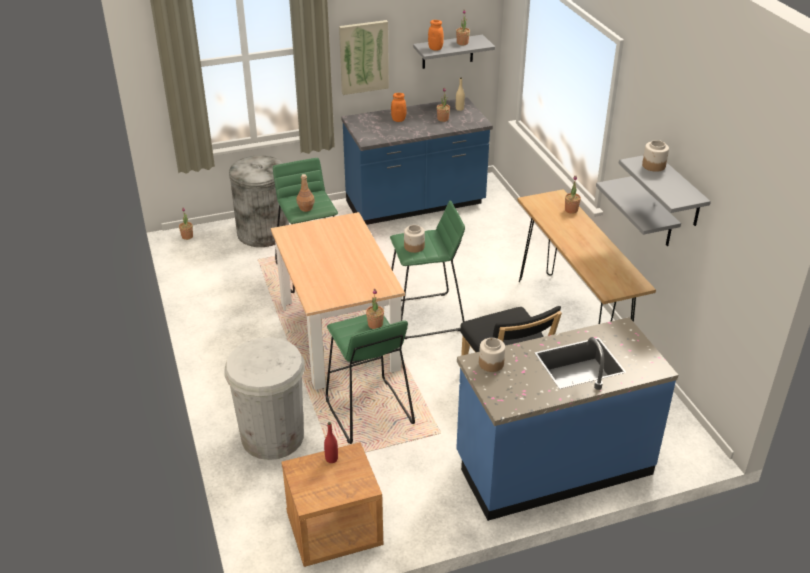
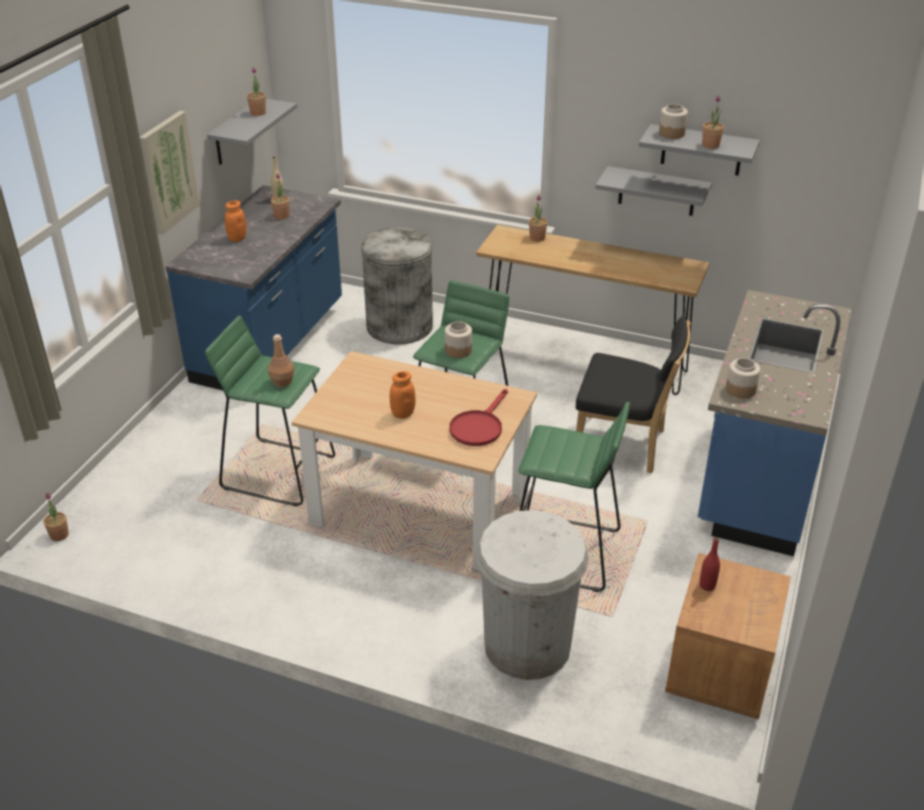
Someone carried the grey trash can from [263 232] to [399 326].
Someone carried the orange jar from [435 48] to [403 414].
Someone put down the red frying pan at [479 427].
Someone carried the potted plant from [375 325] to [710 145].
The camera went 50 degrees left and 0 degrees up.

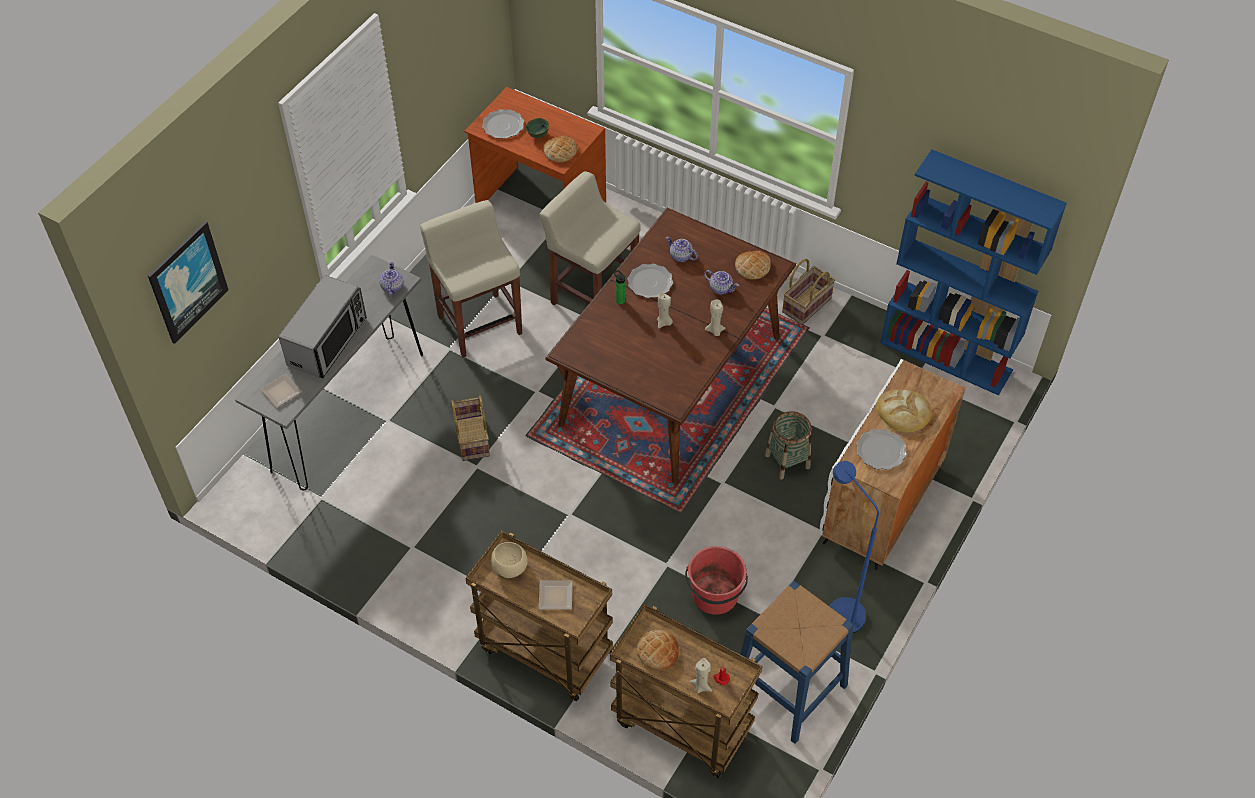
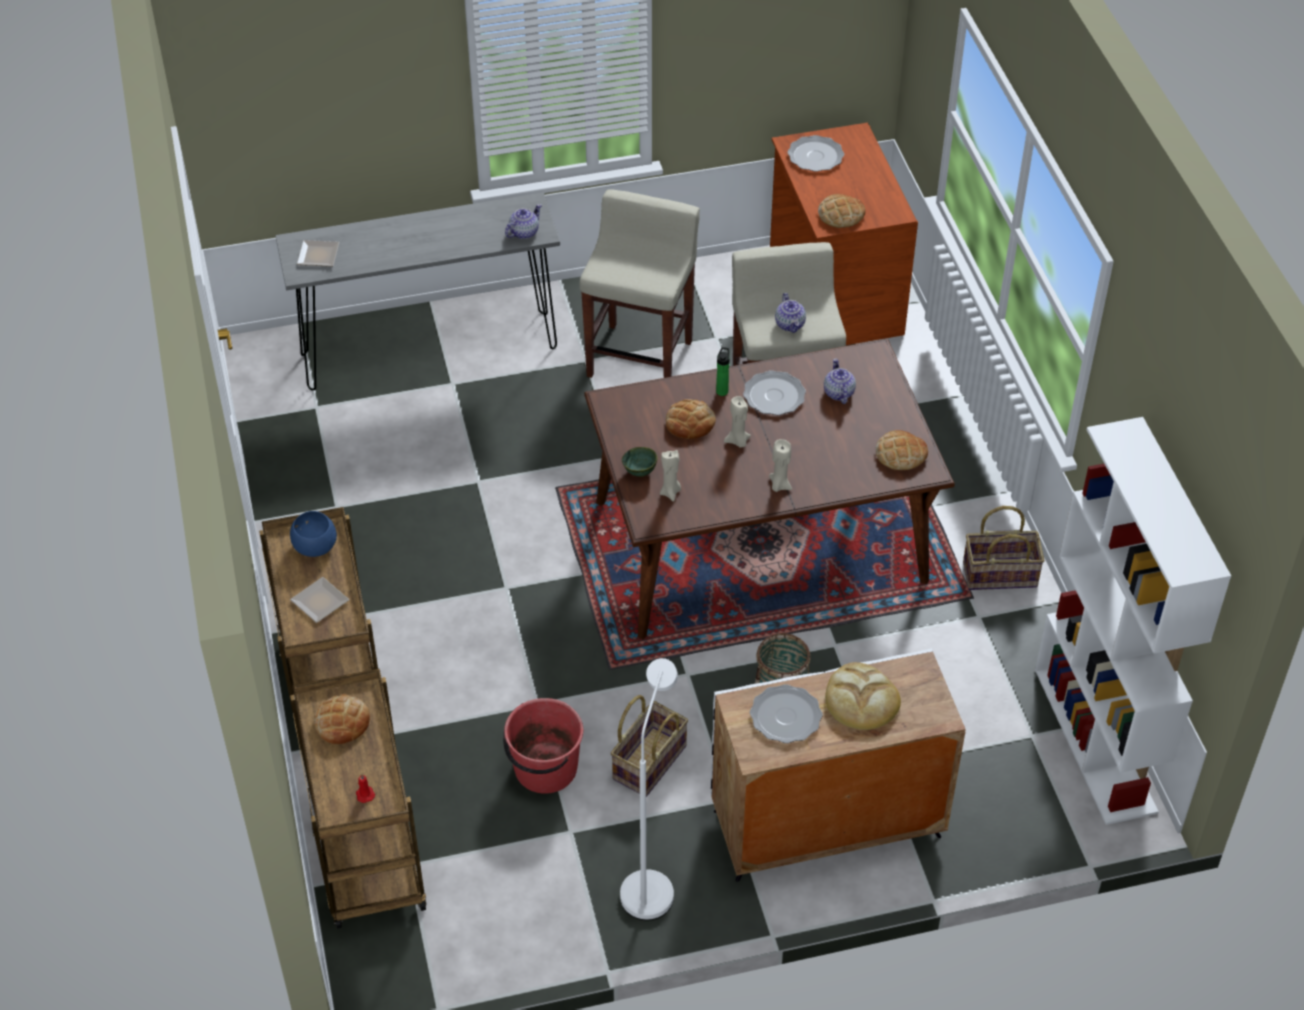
Someone repainted the beige bowl at [510 567], which became the blue bowl at [315 547].
Someone carried the basket from [471 438] to [648 761].
Someone repainted the blue floor lamp at [839 608], which became the white floor lamp at [650 884].
Someone carried the green bowl from [538 135] to [639 472].
Someone carried the beige candle from [701 686] to [670 492].
Someone put down the bread at [690 423].
Someone carried the teapot from [721 288] to [790 324].
Someone repainted the blue bookcase at [946 356], which became the white bookcase at [1096 740].
Someone took away the picture at [187 281].
Someone took away the microwave at [328 341].
Someone took away the blue stool at [788 688].
The camera went 45 degrees right and 5 degrees down.

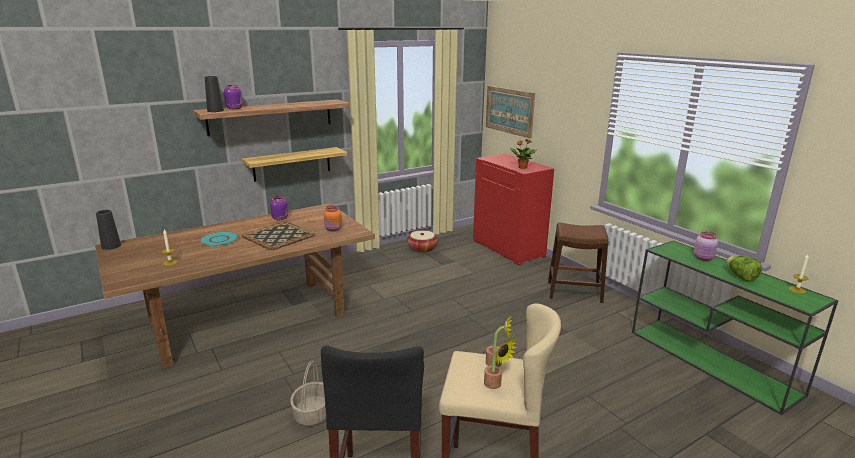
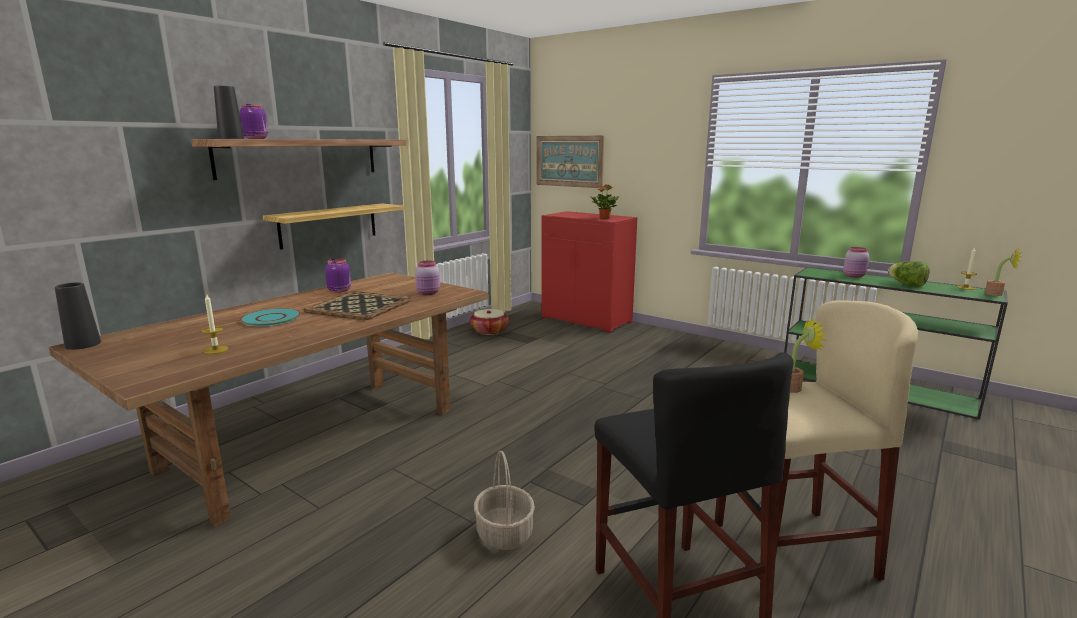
Someone repainted the orange jar at [333 229], which became the pink jar at [429 293].
Someone carried the potted plant from [495 385] to [997 294].
Someone took away the brown stool at [574 292].
The camera went 20 degrees left and 5 degrees down.

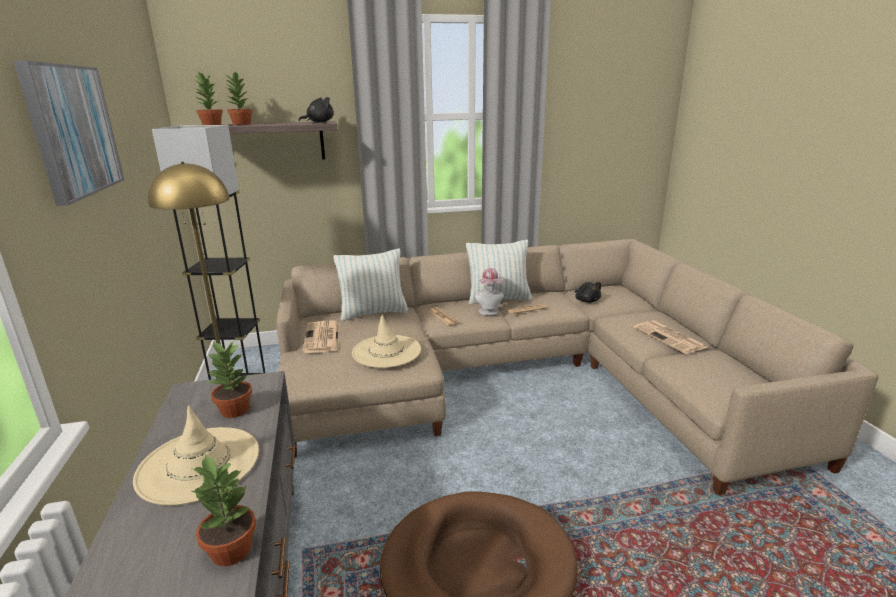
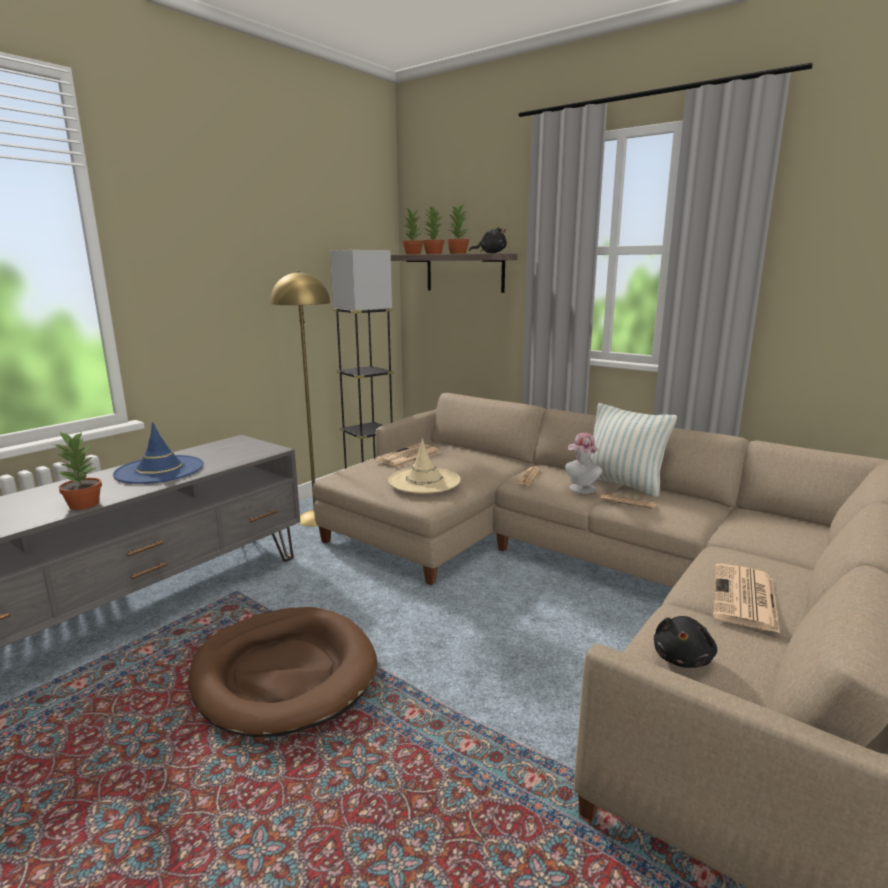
Someone repainted the beige hat at [199 464], which became the blue hat at [159 470].
Someone carried the potted plant from [235 410] to [457 253].
Someone carried the black plush toy from [587 300] to [683 658].
Someone took away the picture at [73 130].
Someone took away the pillow at [373 313].
The camera went 50 degrees right and 5 degrees down.

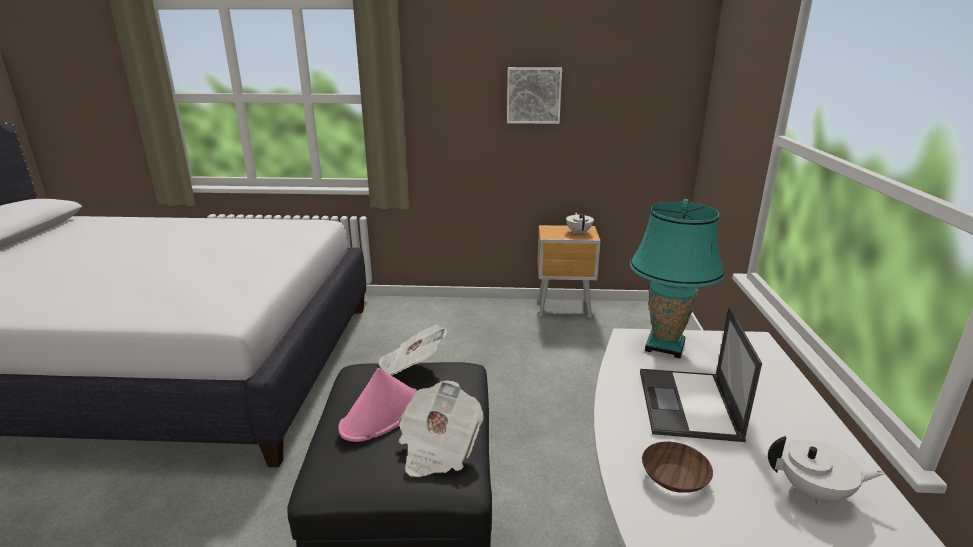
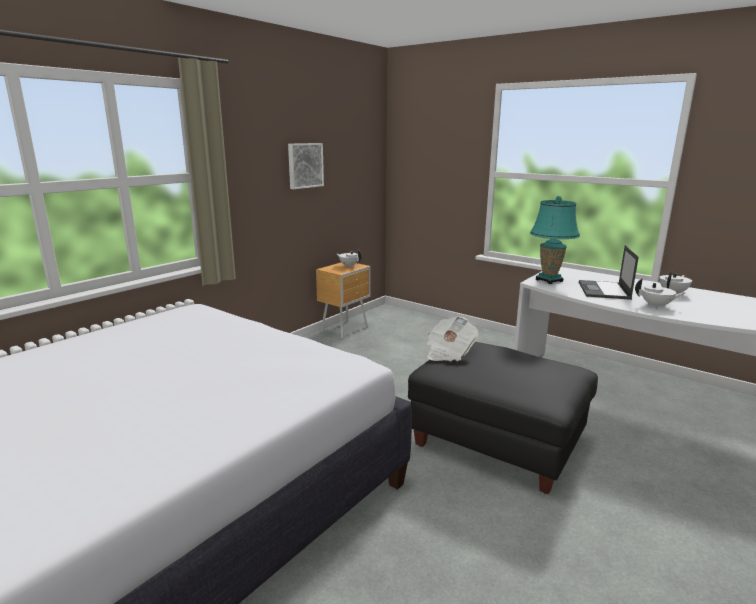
Someone rotated the laptop at [689 405] by 60 degrees clockwise.
Someone swapped the brown bowl at [674 479] for the white teapot at [656 306].
Someone took away the pink hat at [381 414].
Someone took away the newspaper at [438 448].
The camera went 55 degrees left and 5 degrees down.

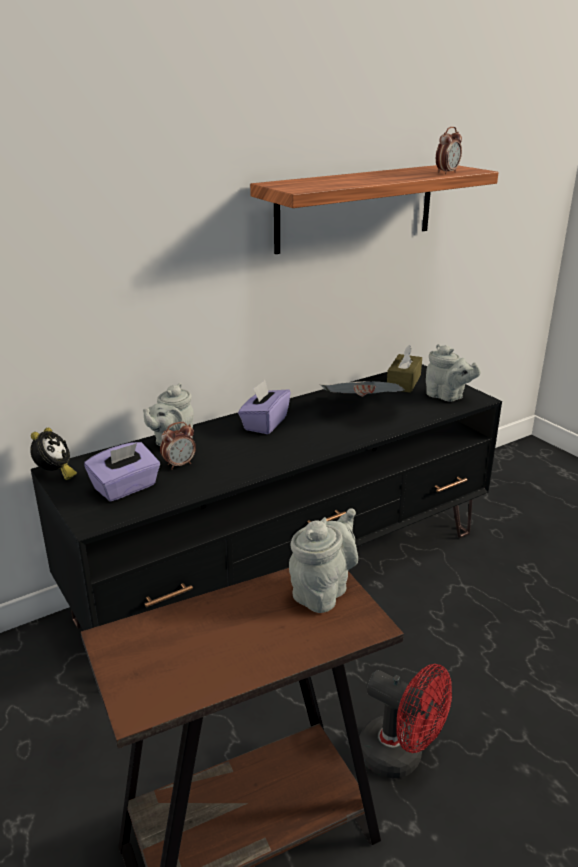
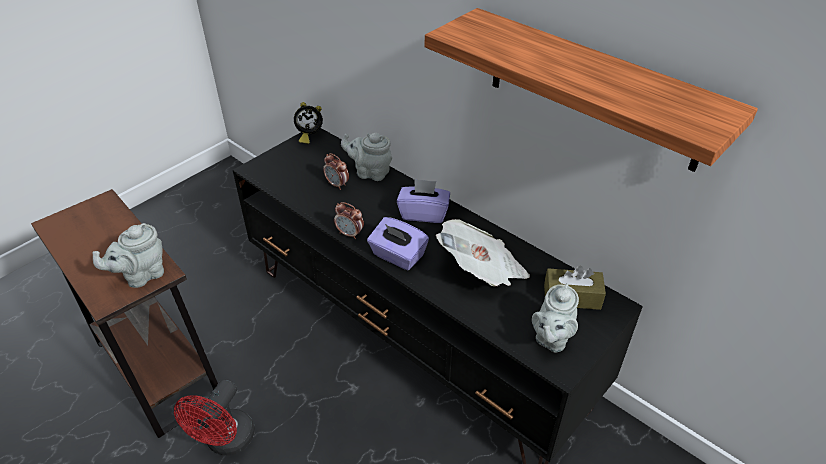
Someone rotated the grey teapot at [322 591] by 120 degrees clockwise.
Someone carried the alarm clock from [447 173] to [350 234].
Someone carried the purple tissue box from [126 488] to [397 256].
The camera went 75 degrees right and 15 degrees up.

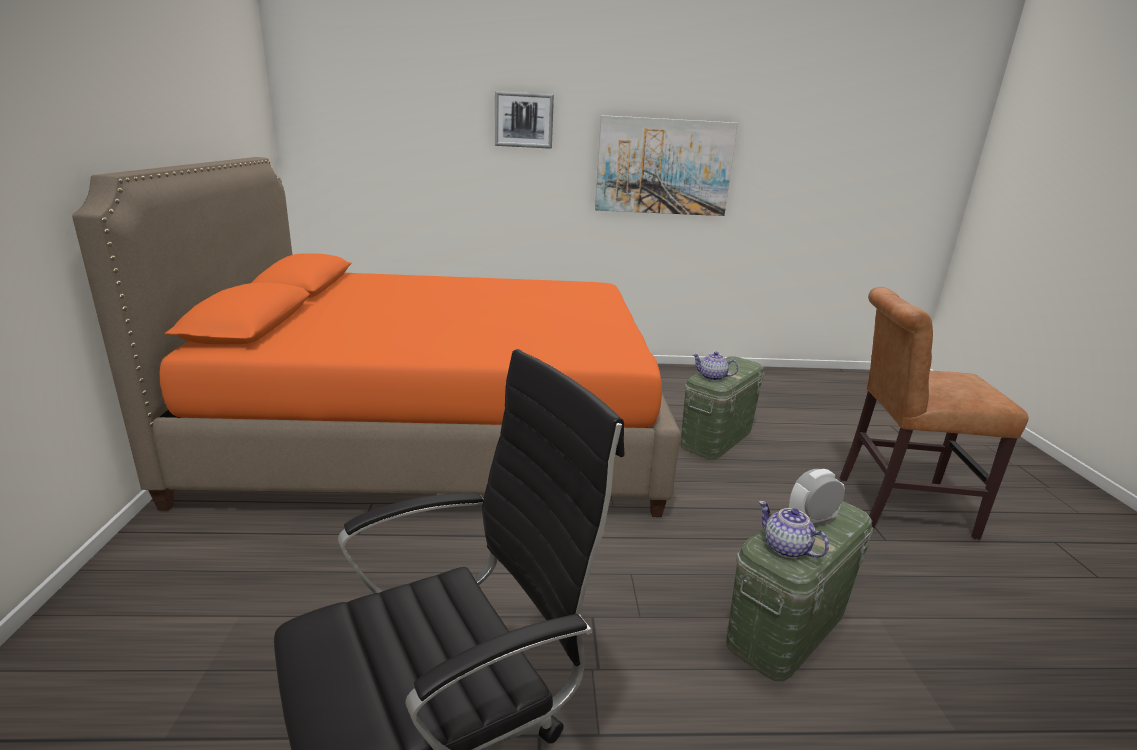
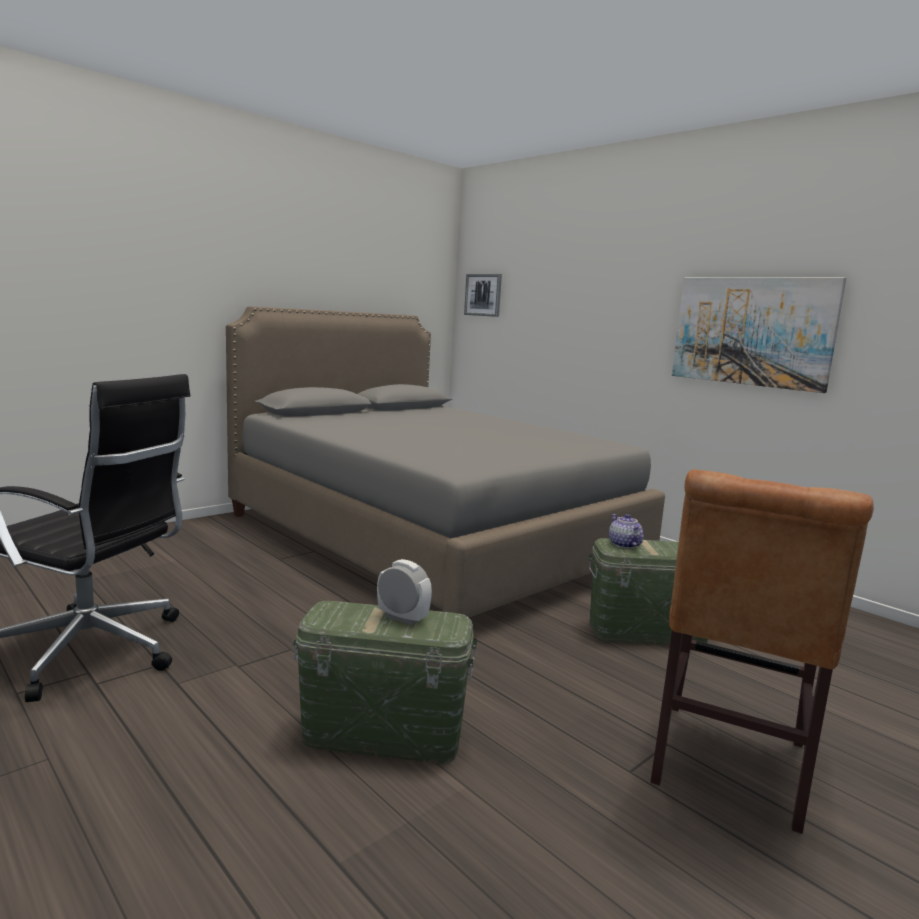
Someone repainted the orange bed at [441 431], which became the grey bed at [429 538].
Someone carried the picture from [523 120] to [483 295].
Someone rotated the brown chair at [896 505] by 120 degrees counterclockwise.
Someone took away the teapot at [786 548].
The camera went 50 degrees right and 10 degrees down.

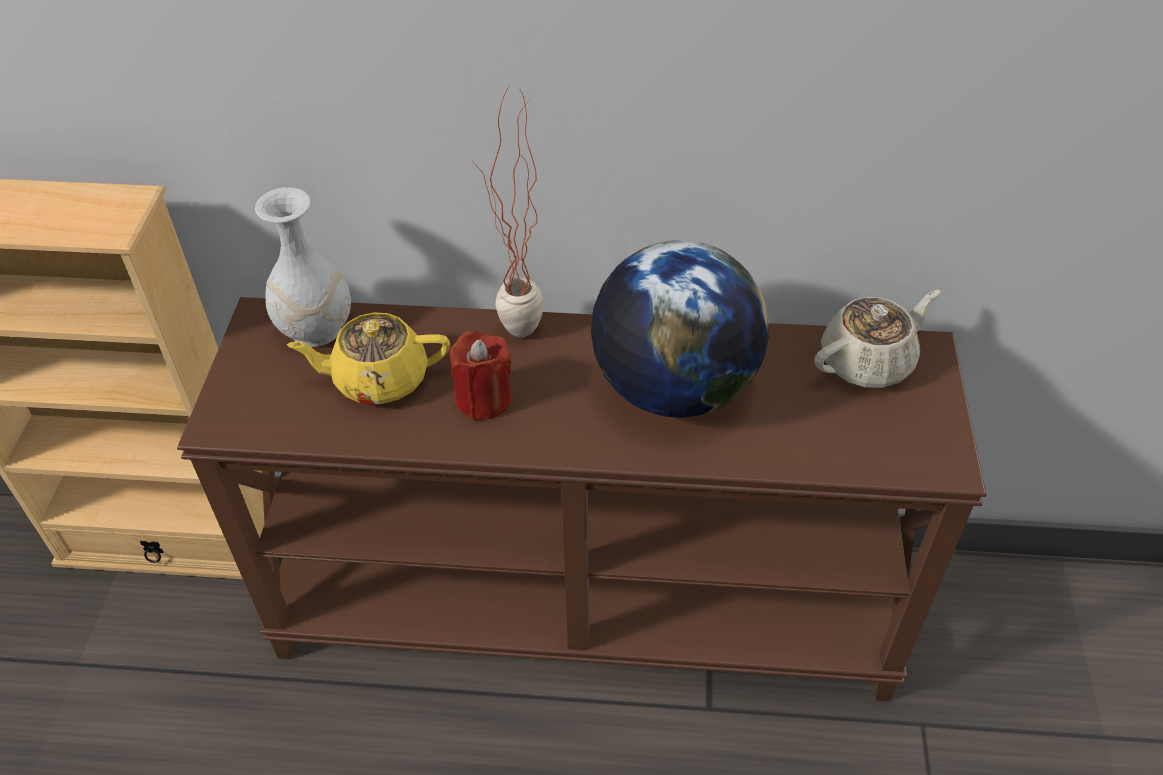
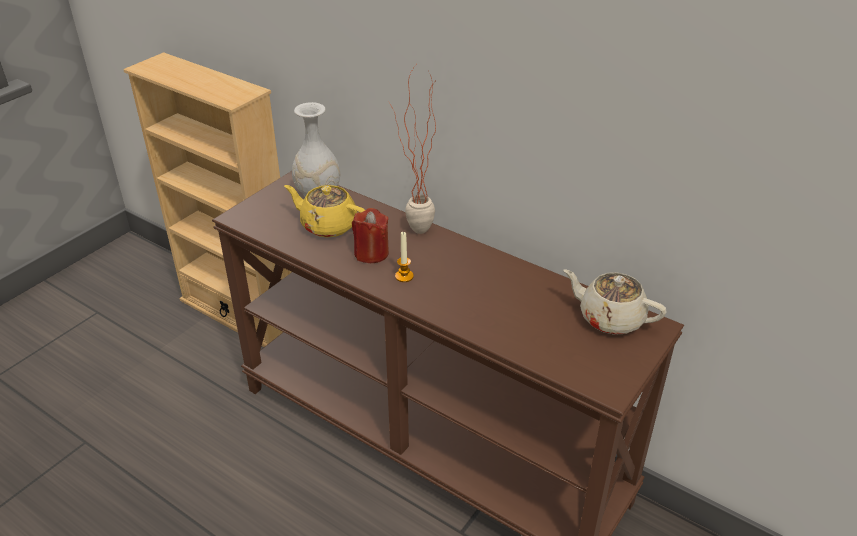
Someone put down the candle at [404 276].
Someone rotated the beige teapot at [868 362] by 150 degrees counterclockwise.
Someone took away the globe at [673 388].
The camera went 30 degrees right and 10 degrees down.

